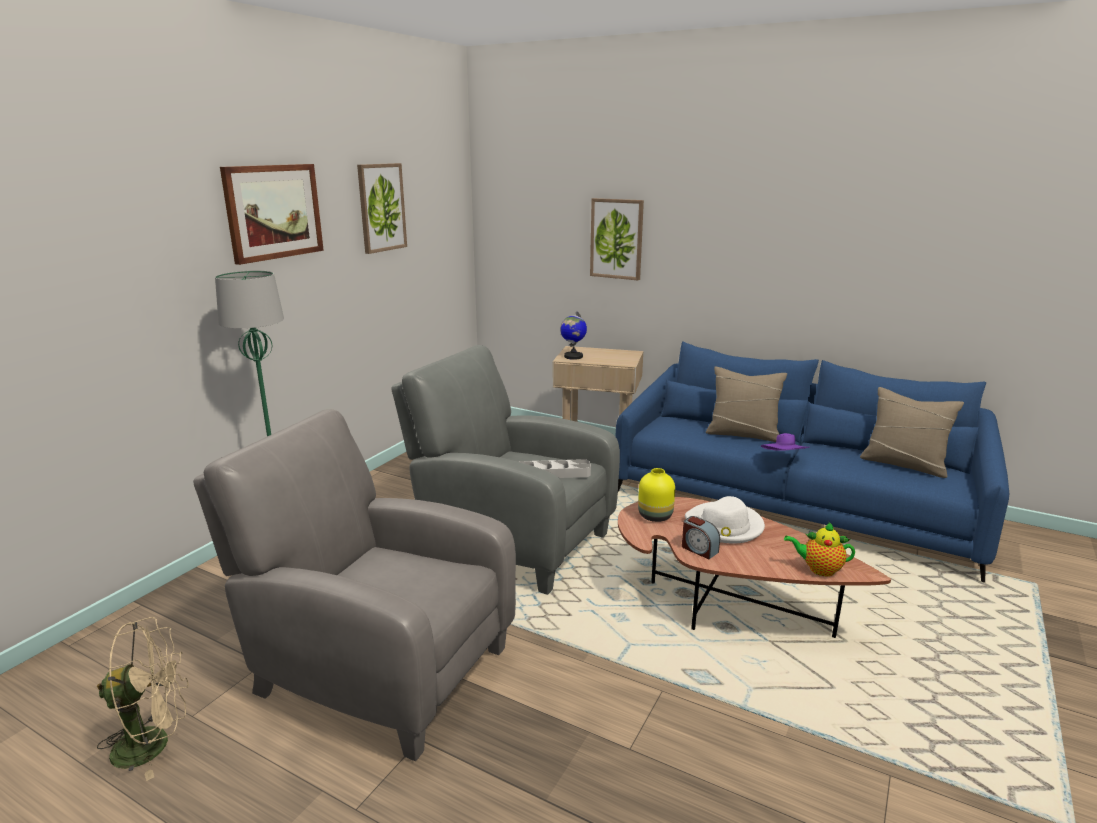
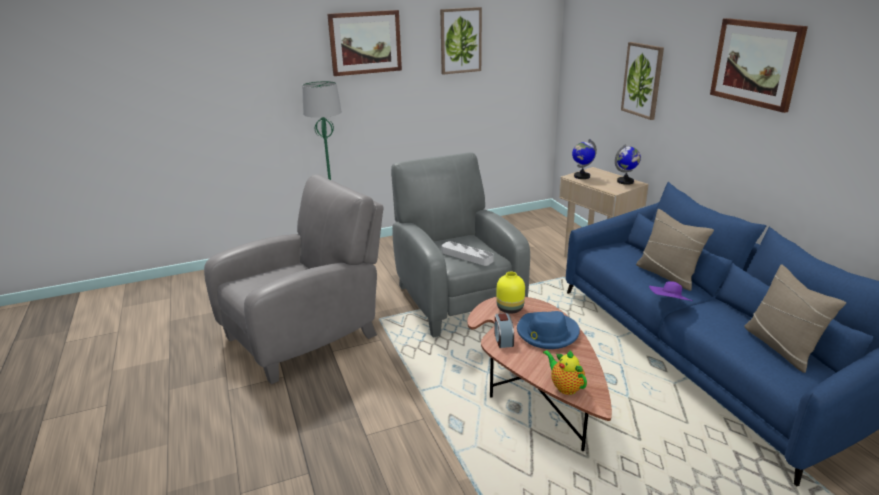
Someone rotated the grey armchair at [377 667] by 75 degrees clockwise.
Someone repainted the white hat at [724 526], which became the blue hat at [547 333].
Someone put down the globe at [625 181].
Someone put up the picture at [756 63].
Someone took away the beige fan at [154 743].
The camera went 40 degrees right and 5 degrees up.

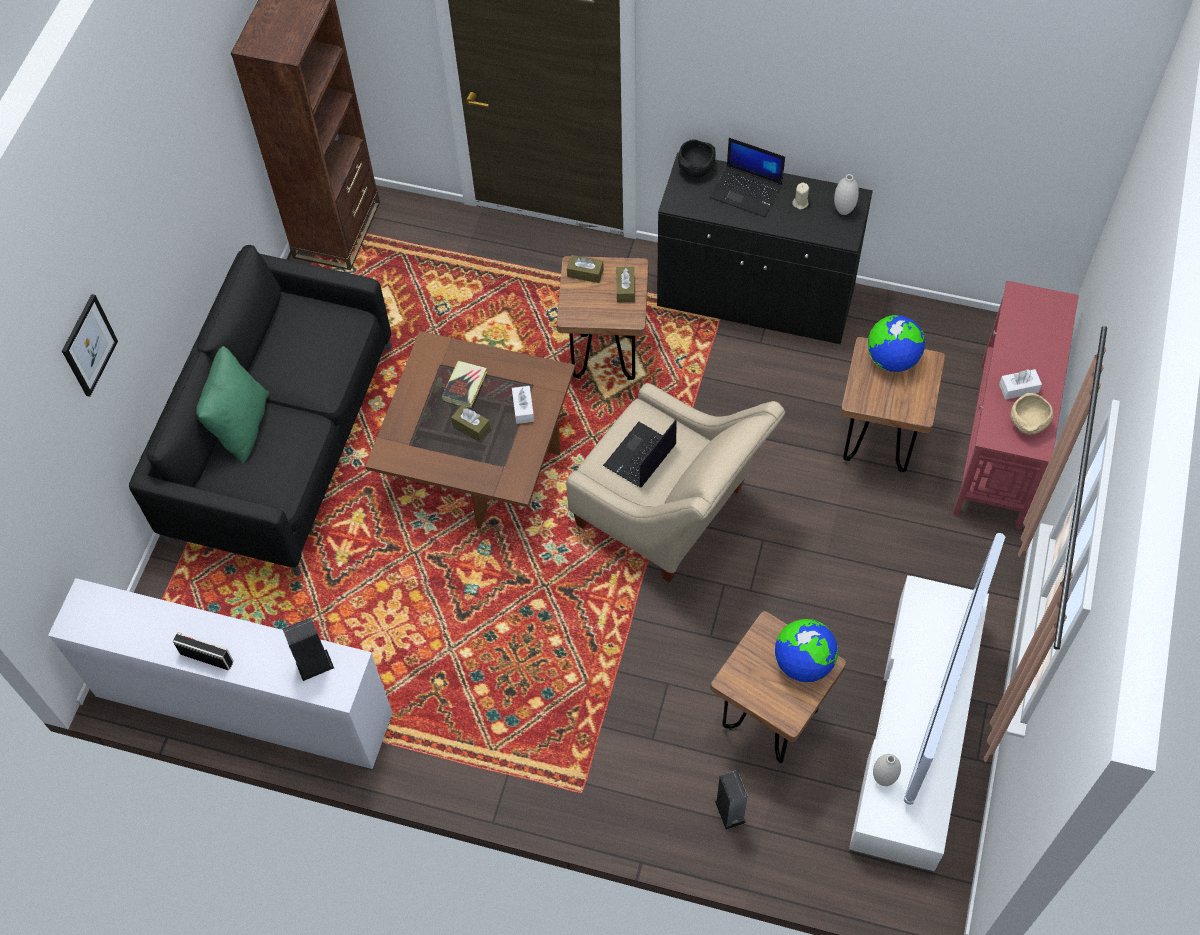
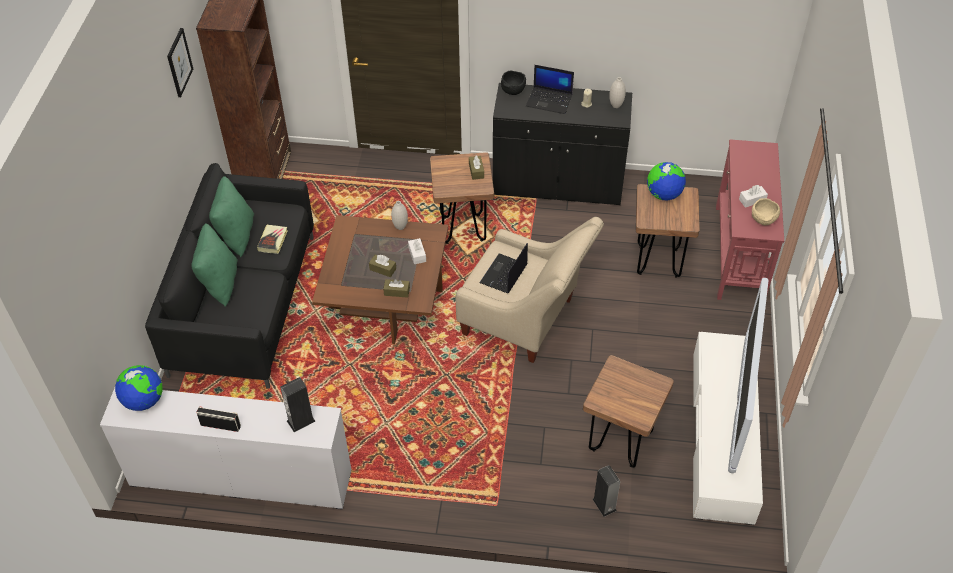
Someone carried the globe from [803 662] to [144 400].
Someone carried the picture from [88 345] to [179 62].
Someone put down the green pillow at [236 235].
Someone carried the book from [465 386] to [273 241].
Someone carried the brown tissue box from [585 273] to [397 291].
Someone carried the white vase from [883 779] to [400 227].
The camera went 10 degrees left and 10 degrees down.

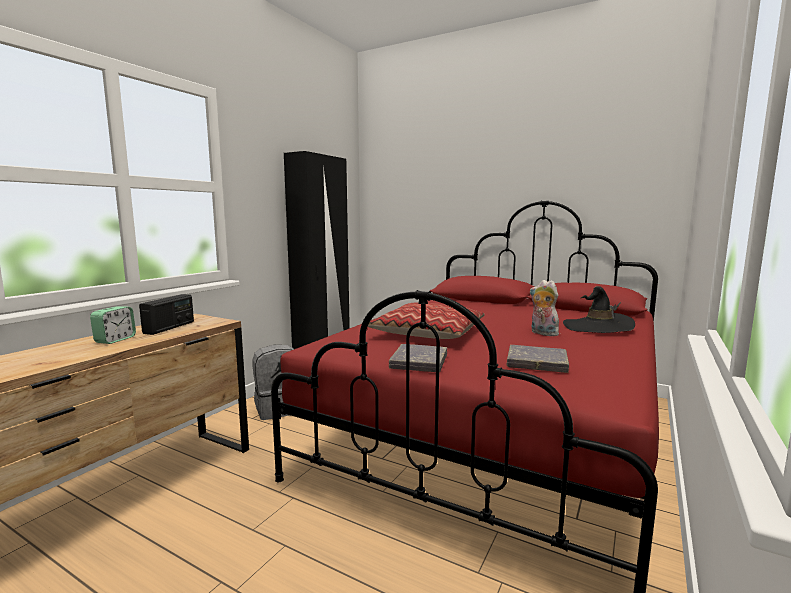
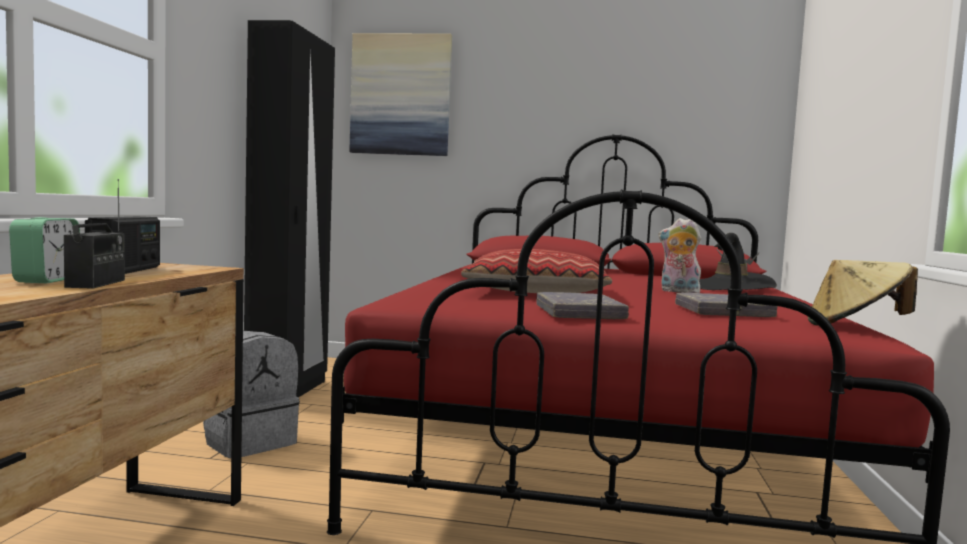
Someone put down the radio at [96 283].
Someone put up the picture at [401 95].
Someone put down the beige hat at [855 327].
The camera went 20 degrees left and 5 degrees down.

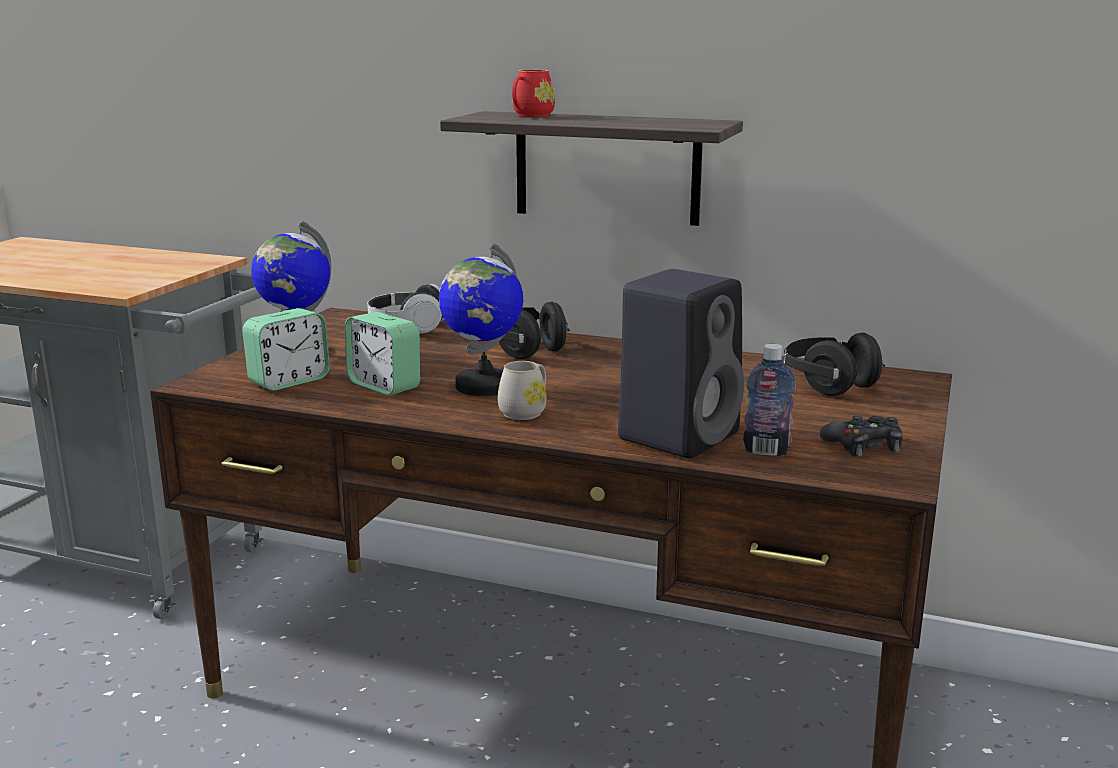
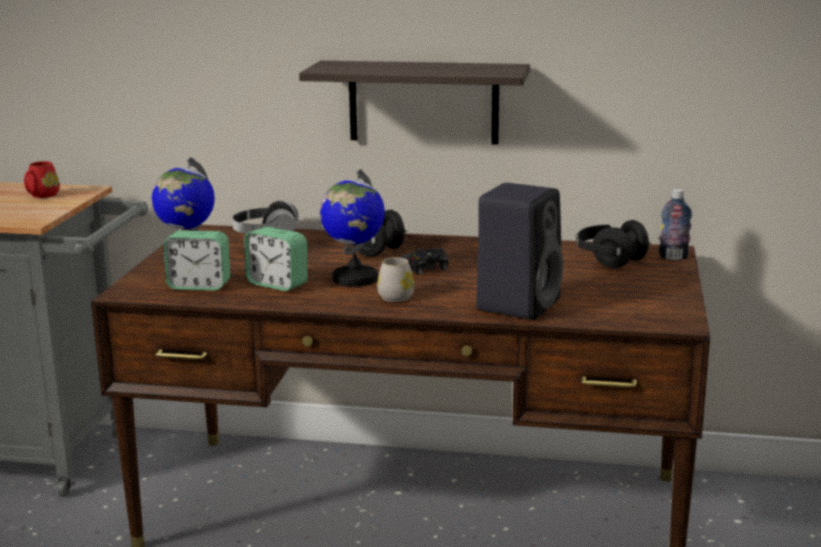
Someone carried the red mug from [530 116] to [41 196].
Someone rotated the alarm clock at [289 381] by 60 degrees clockwise.
Someone carried the black game controller from [863 446] to [425 268].
Someone carried the bottle from [766 451] to [673 257].
The camera went 10 degrees left and 0 degrees up.

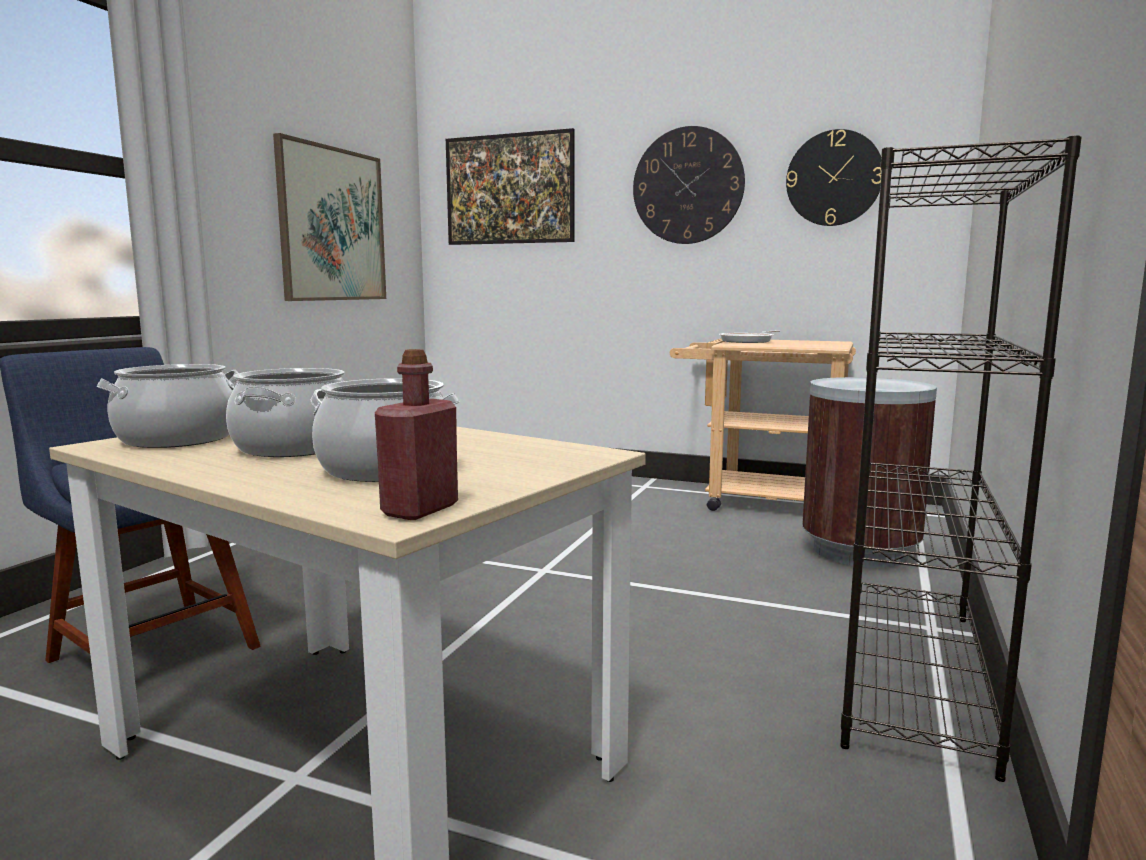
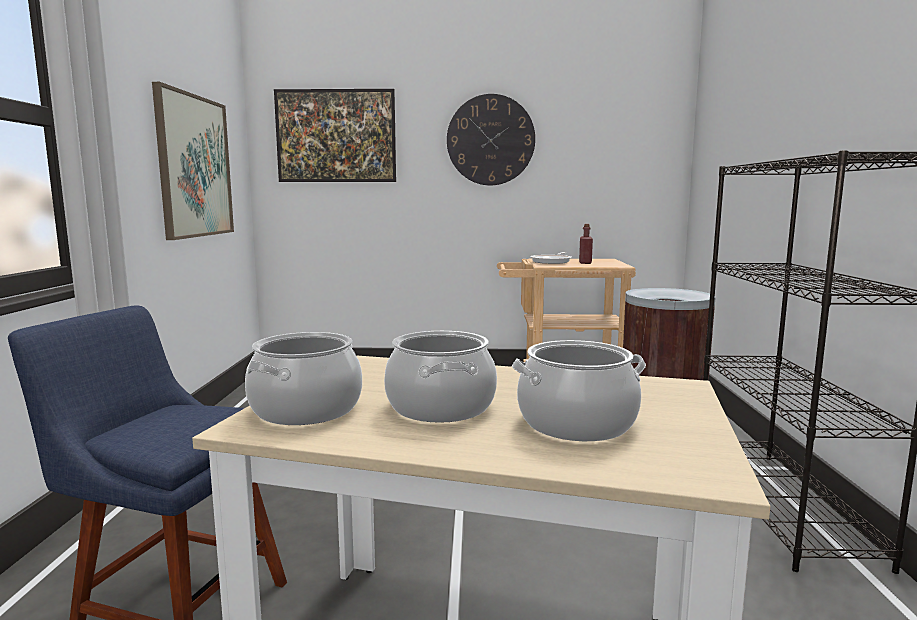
Someone carried the red bottle from [420 509] to [585 263].
Someone took away the wall clock at [834 178].
The camera went 20 degrees left and 0 degrees up.

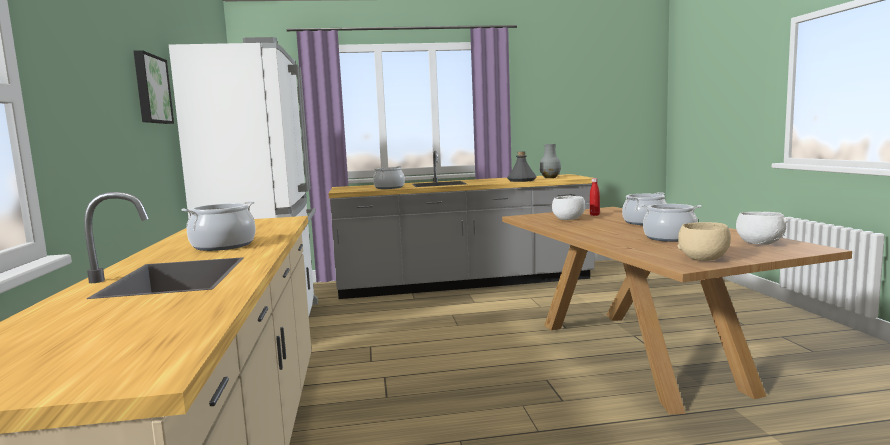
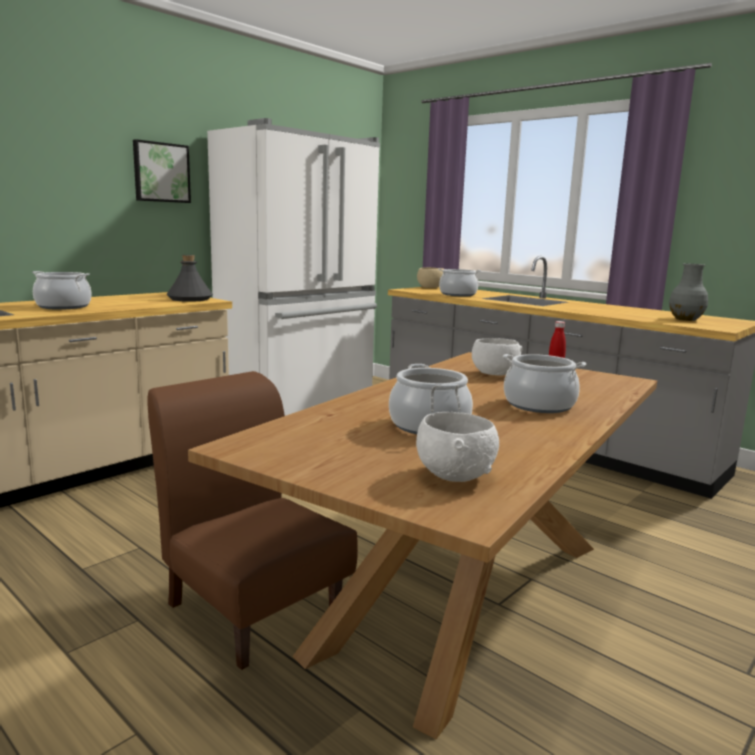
Someone put down the brown chair at [254 607].
Someone carried the grey bottle from [521 180] to [190 299].
Someone carried the beige bowl from [703 259] to [430 288].
The camera went 50 degrees right and 5 degrees up.

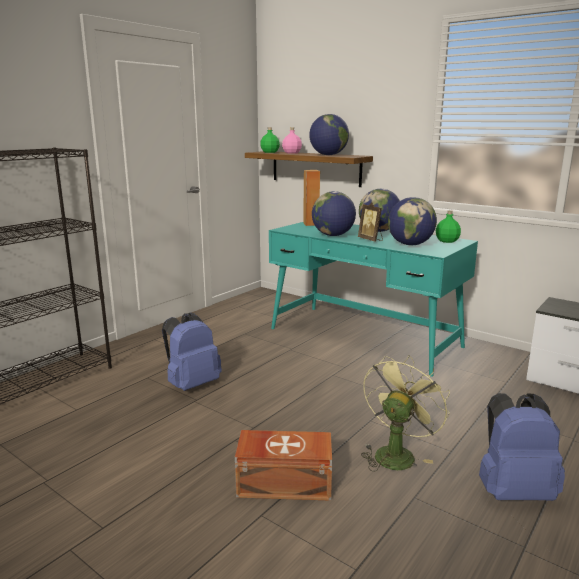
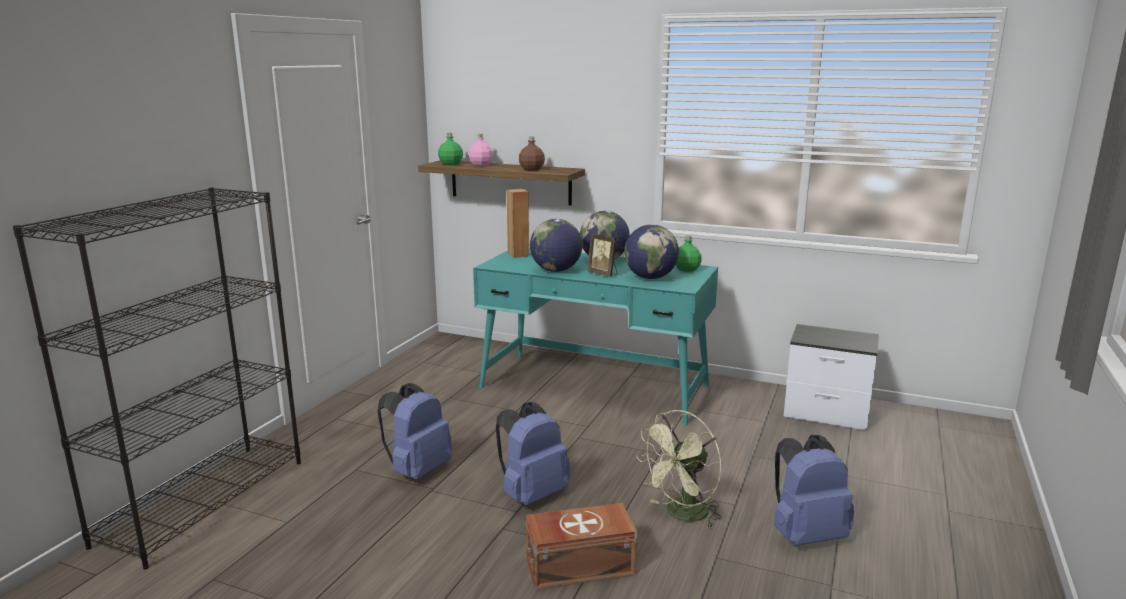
Someone put down the blue backpack at [531 494].
Someone swapped the globe at [328 155] for the brown bottle at [532 169].
Someone rotated the green fan at [396 453] by 150 degrees counterclockwise.
The camera went 15 degrees left and 0 degrees up.

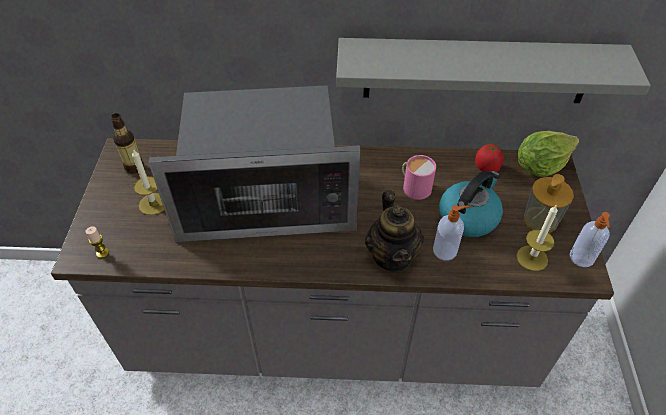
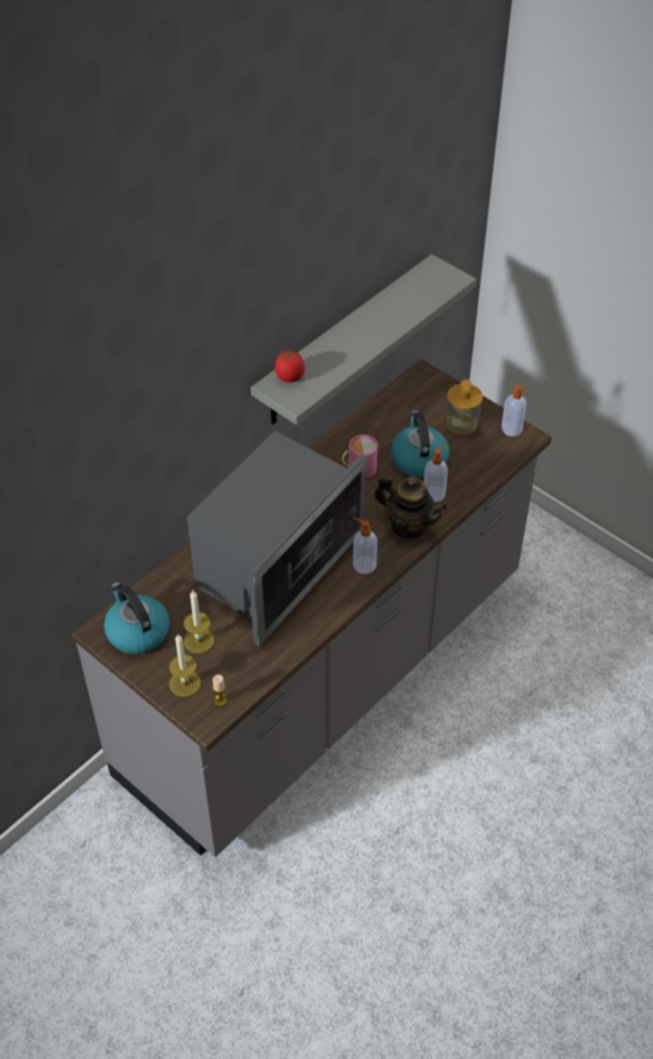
Someone swapped the bottle at [134 167] for the kettle at [137 632].
Someone carried the candle from [532 258] to [185 683].
Someone carried the tomato from [487 168] to [290 377].
Someone put down the soap dispenser at [363 564].
Someone took away the lettuce at [540 166].
The camera went 50 degrees left and 0 degrees up.

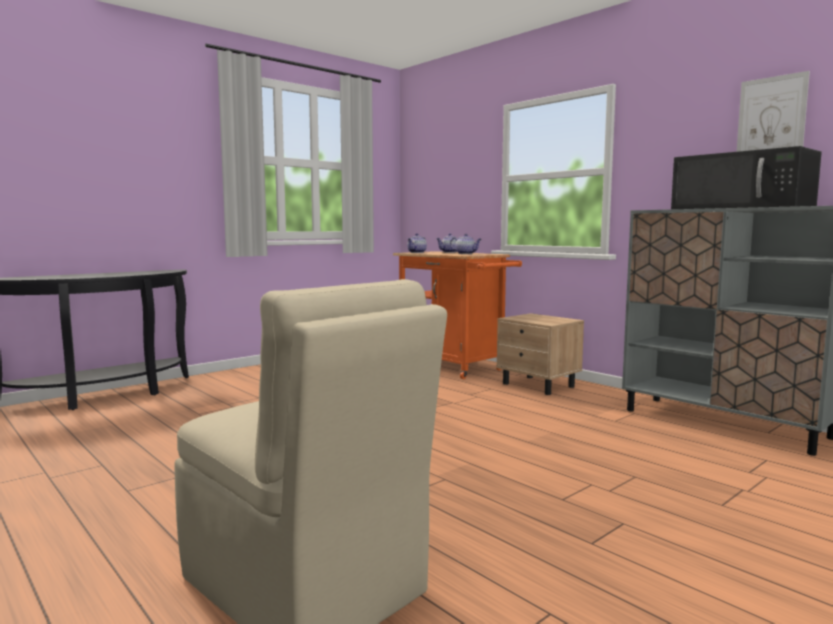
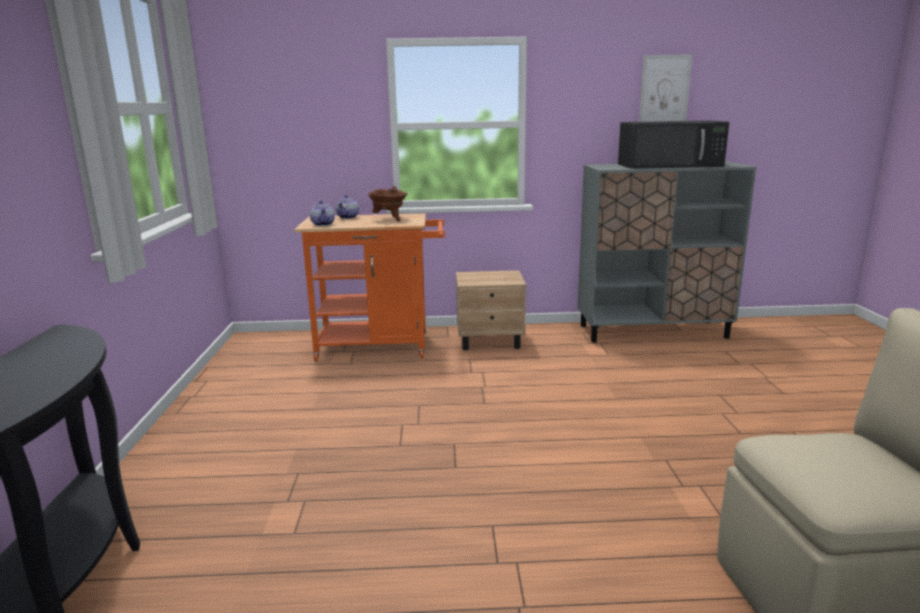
Someone swapped the teapot at [466 254] for the brown cooking pot at [389 219].
The camera went 50 degrees left and 10 degrees up.

